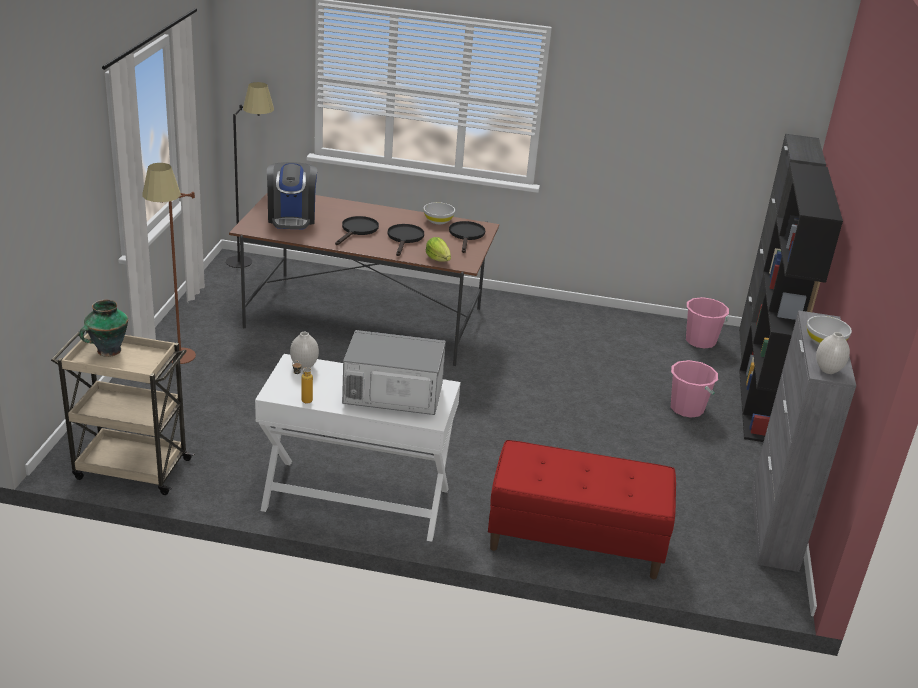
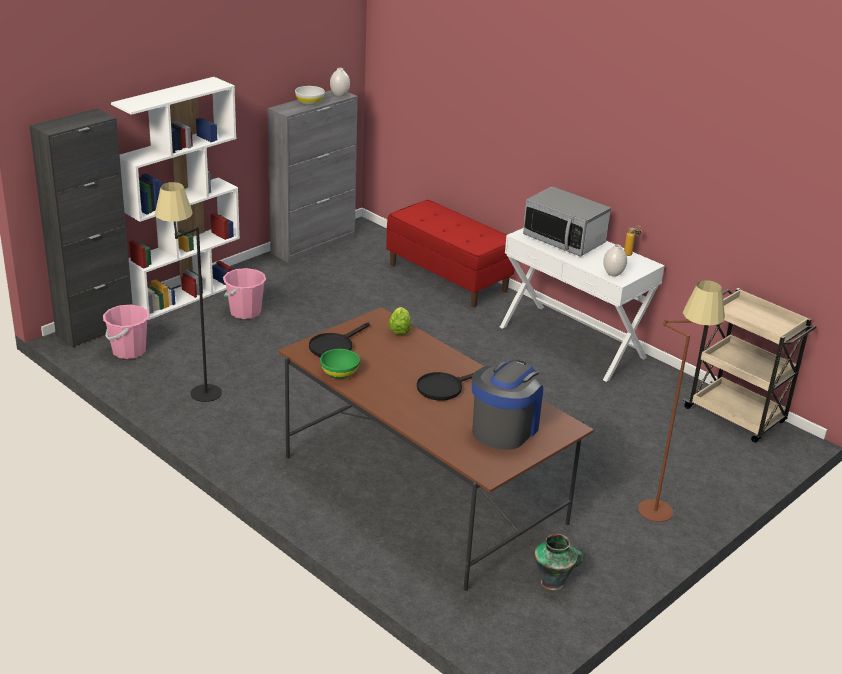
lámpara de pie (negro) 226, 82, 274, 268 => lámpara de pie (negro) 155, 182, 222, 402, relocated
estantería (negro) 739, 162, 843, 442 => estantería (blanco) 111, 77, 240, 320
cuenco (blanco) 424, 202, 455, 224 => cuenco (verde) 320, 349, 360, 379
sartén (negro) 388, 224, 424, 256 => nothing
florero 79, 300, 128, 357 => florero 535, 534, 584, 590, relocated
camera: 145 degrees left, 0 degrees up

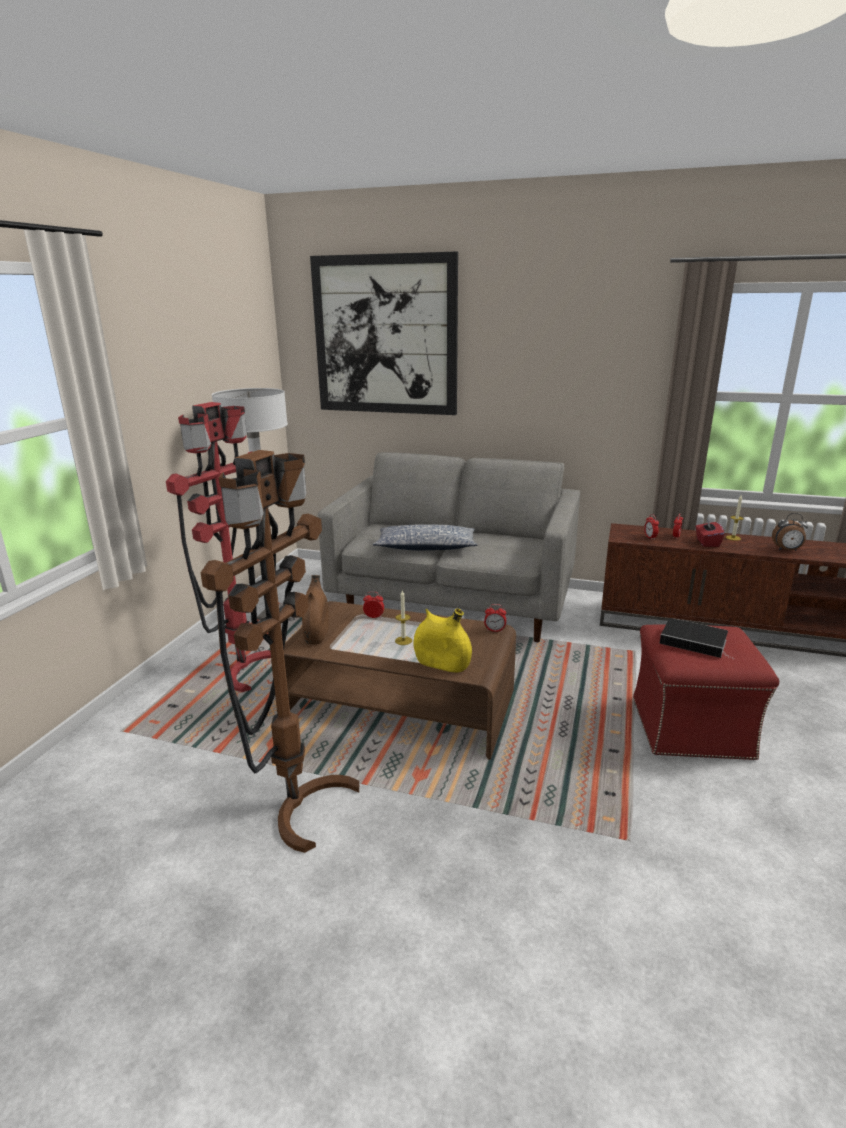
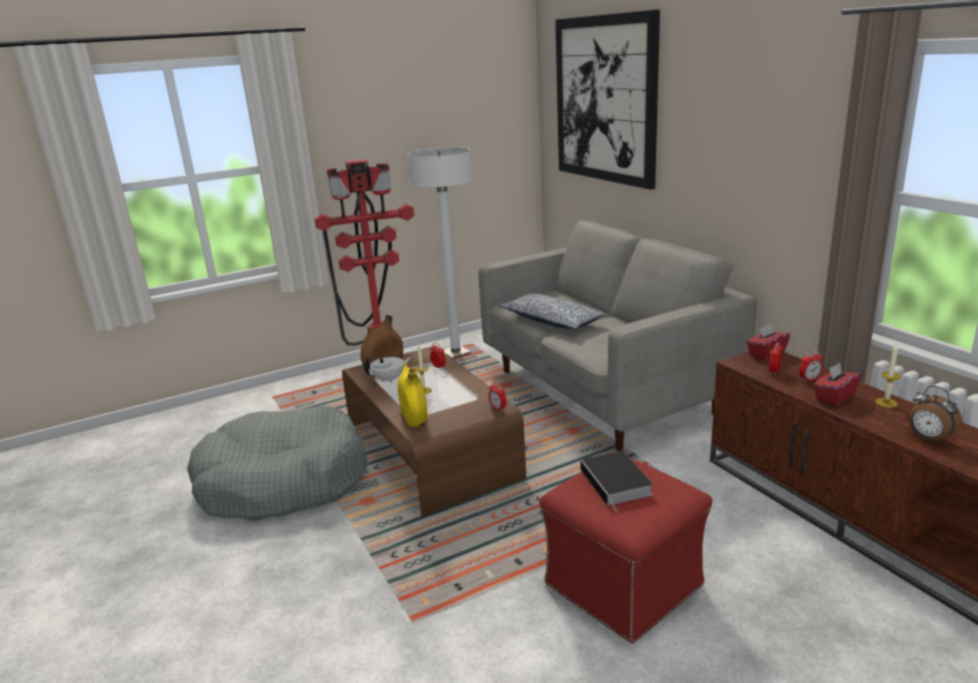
lámpara de pie (marrón) 200, 450, 359, 853 => cama para perro (gris) 187, 405, 367, 521
nothing => caja de pañuelos (rojo) 747, 323, 790, 360
nothing => tetera (blanco) 364, 357, 411, 383
camera: 45 degrees right, 0 degrees up

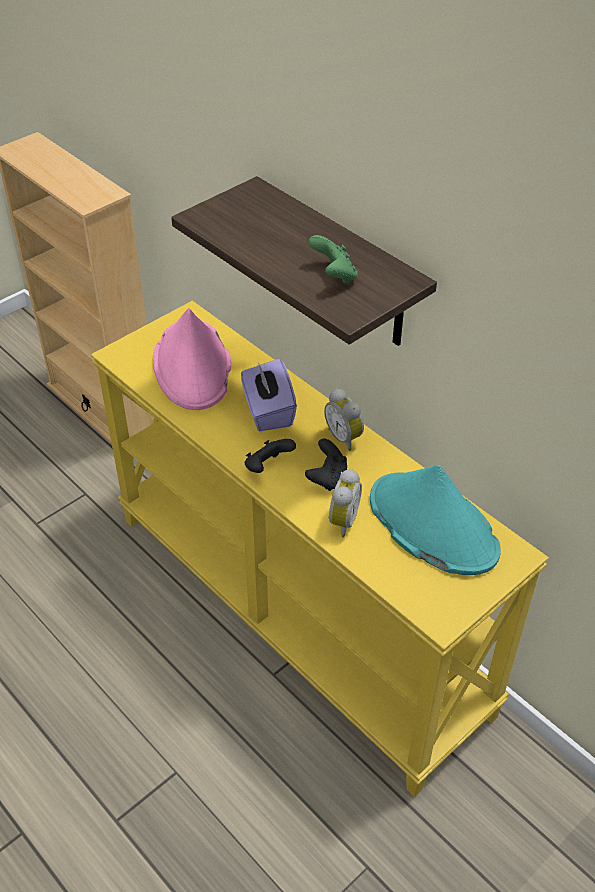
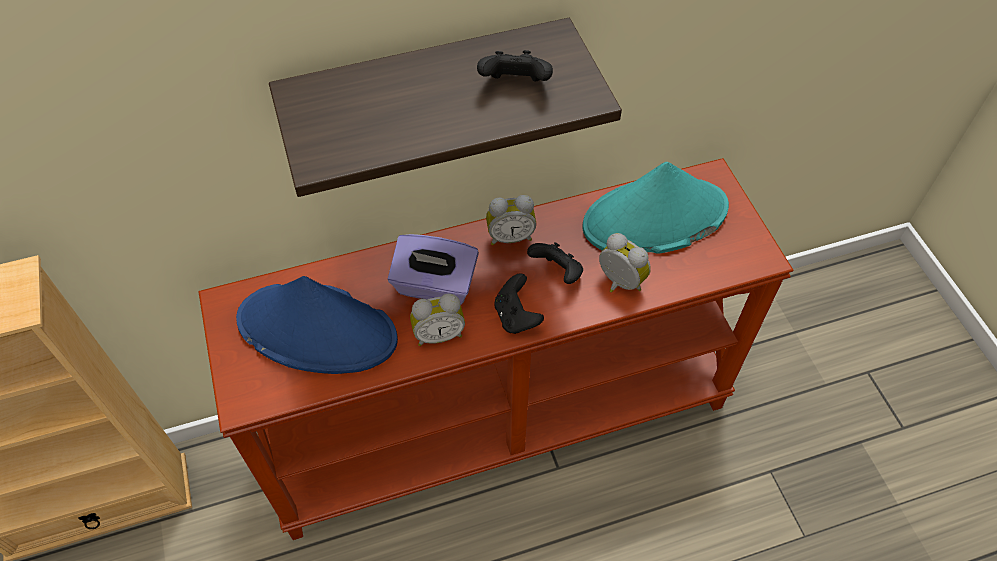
mando de consola (verde) 308, 235, 358, 284 => mando de consola (negro) 477, 50, 553, 82
mesa consola (amarillo) 91, 301, 549, 797 => mesa consola (marrón) 199, 158, 794, 540
sombrero (rosa) 153, 308, 231, 410 => sombrero (azul) 236, 276, 398, 374
nothing => despertador 410, 293, 465, 346
camera: 65 degrees left, 10 degrees up

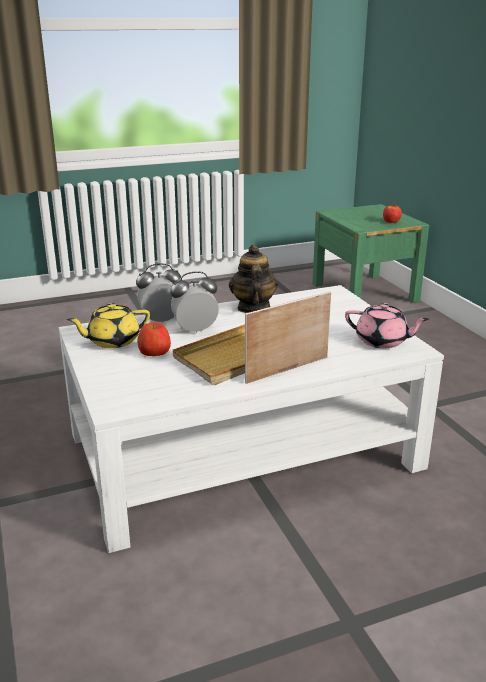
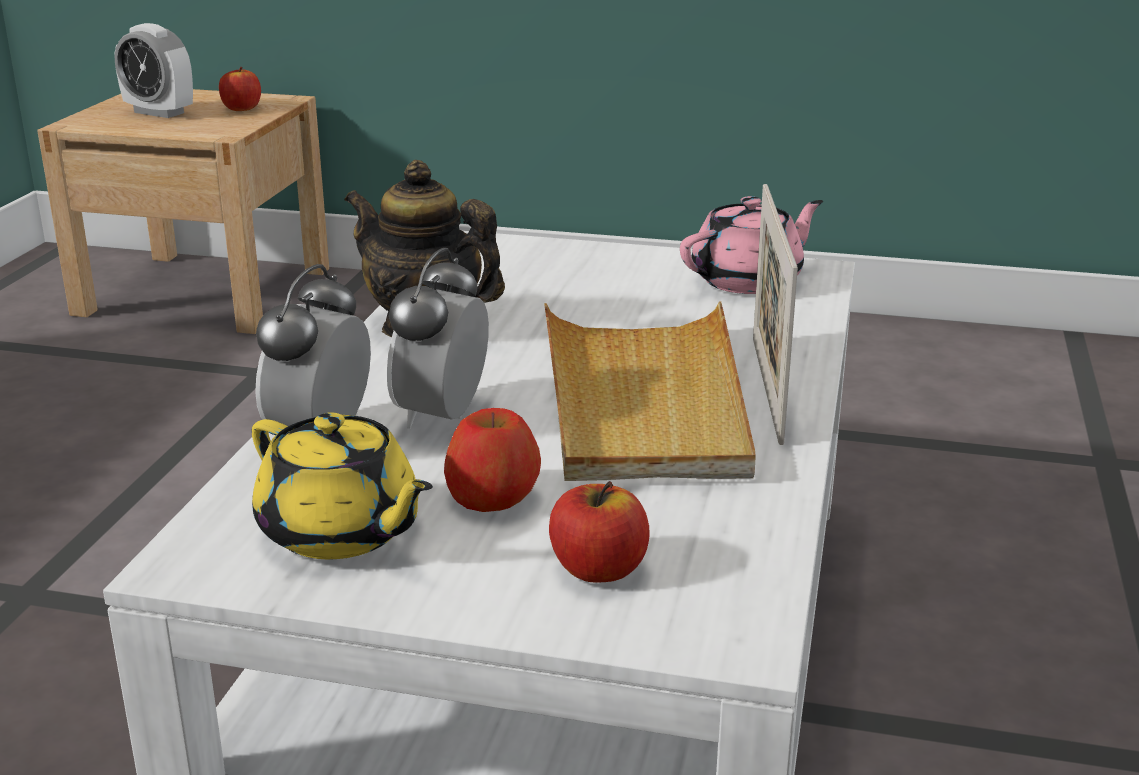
mesita de noche (verde) 313, 204, 429, 303 => mesita de noche (beis) 37, 89, 329, 334
tetera (amarillo) 67, 303, 150, 348 => tetera (amarillo) 252, 413, 433, 559, 60 degrees counterclockwise
nothing => despertador 114, 23, 193, 118
nothing => manzana 549, 481, 650, 583
camera: 55 degrees left, 0 degrees up

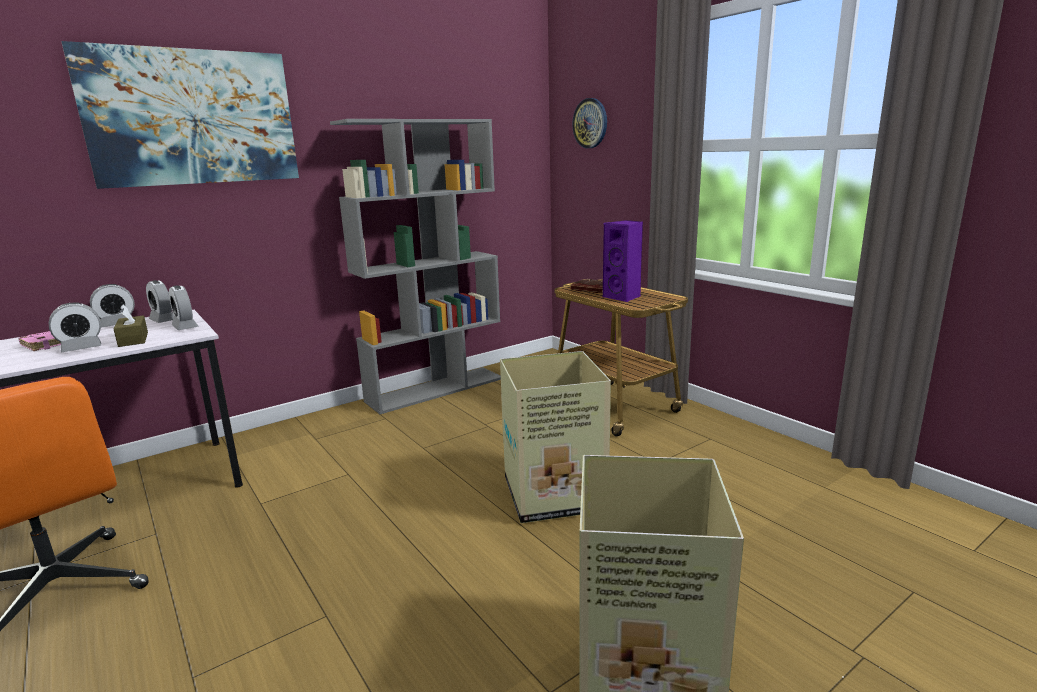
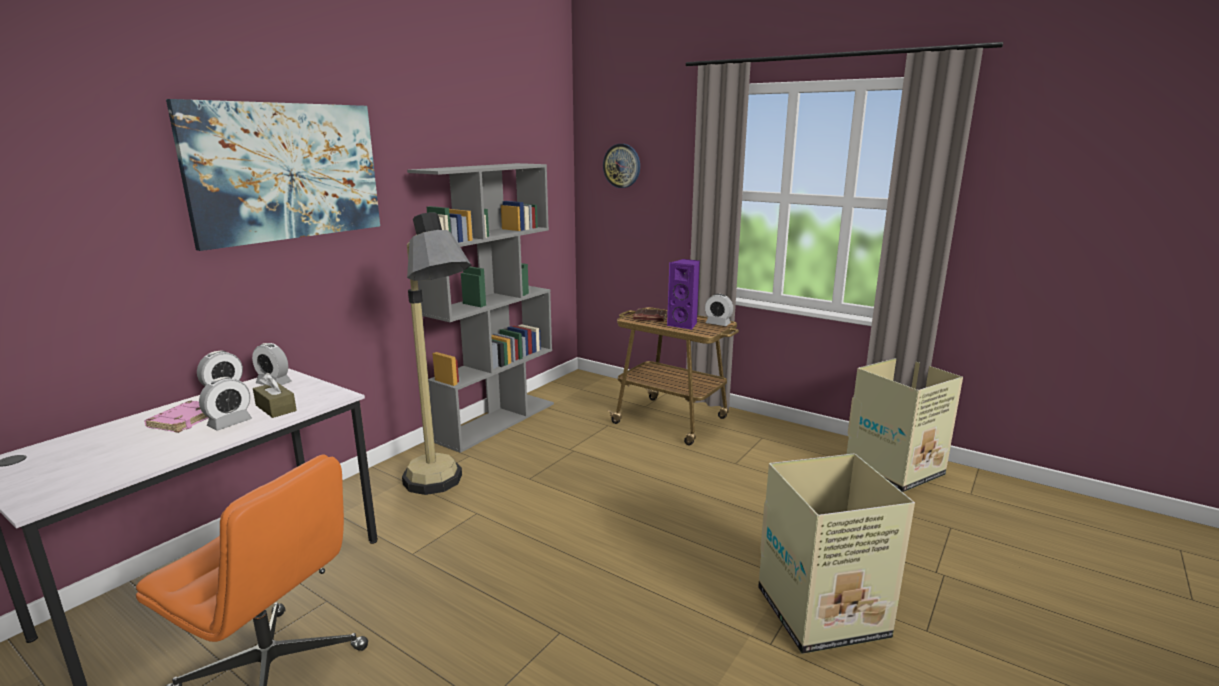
despertador 169, 285, 198, 330 => despertador 705, 294, 733, 326, relocated
caja de cartón 500, 351, 611, 523 => caja de cartón 847, 358, 963, 492, relocated
nothing => lámpara de pie 402, 212, 471, 495
camera: 20 degrees left, 0 degrees up

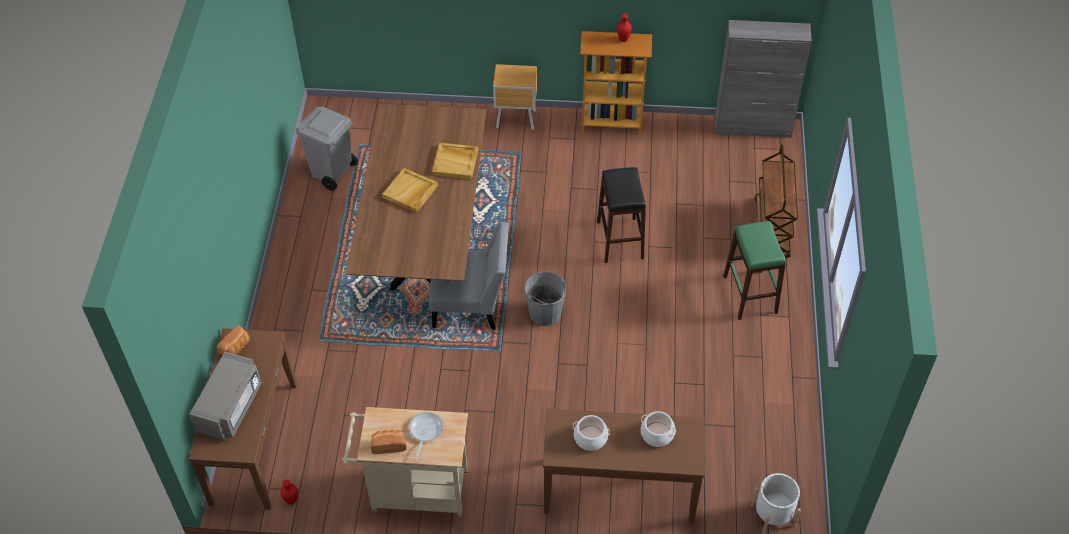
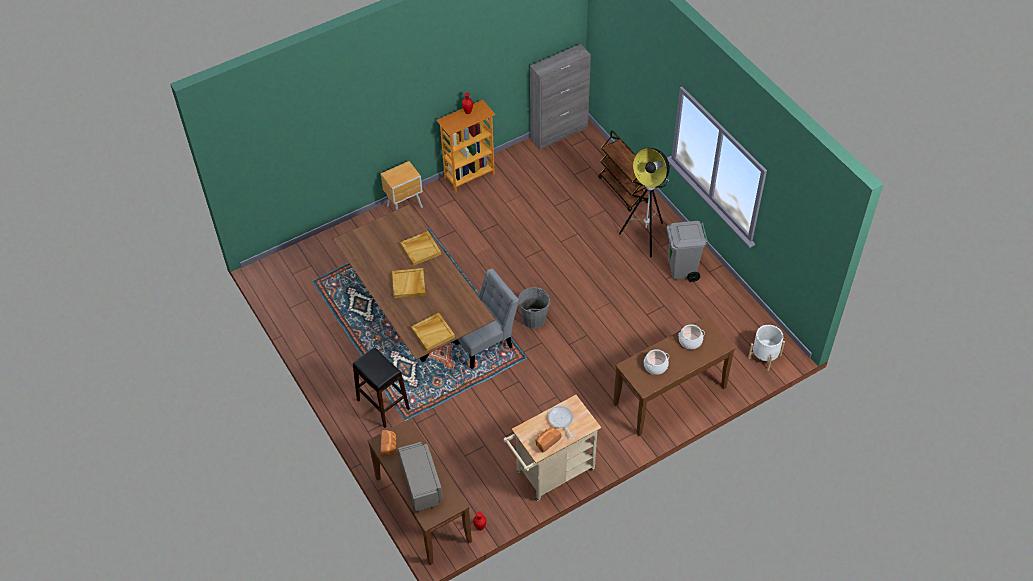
papelera (gris) 296, 107, 358, 191 => papelera (gris) 667, 221, 708, 282, relocated
taburete (negro) 597, 167, 646, 263 => taburete (negro) 353, 347, 410, 428, relocated
taburete (verde) 723, 221, 786, 320 => lámpara de pie 619, 148, 670, 257
nothing => bandeja (beis) 411, 313, 455, 351
camera: 35 degrees left, 0 degrees up

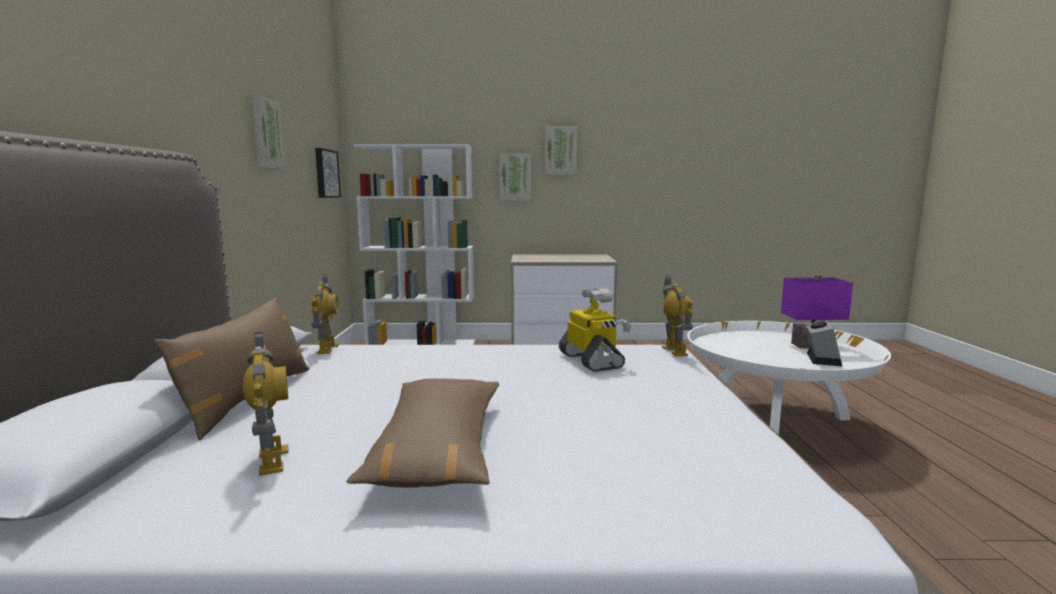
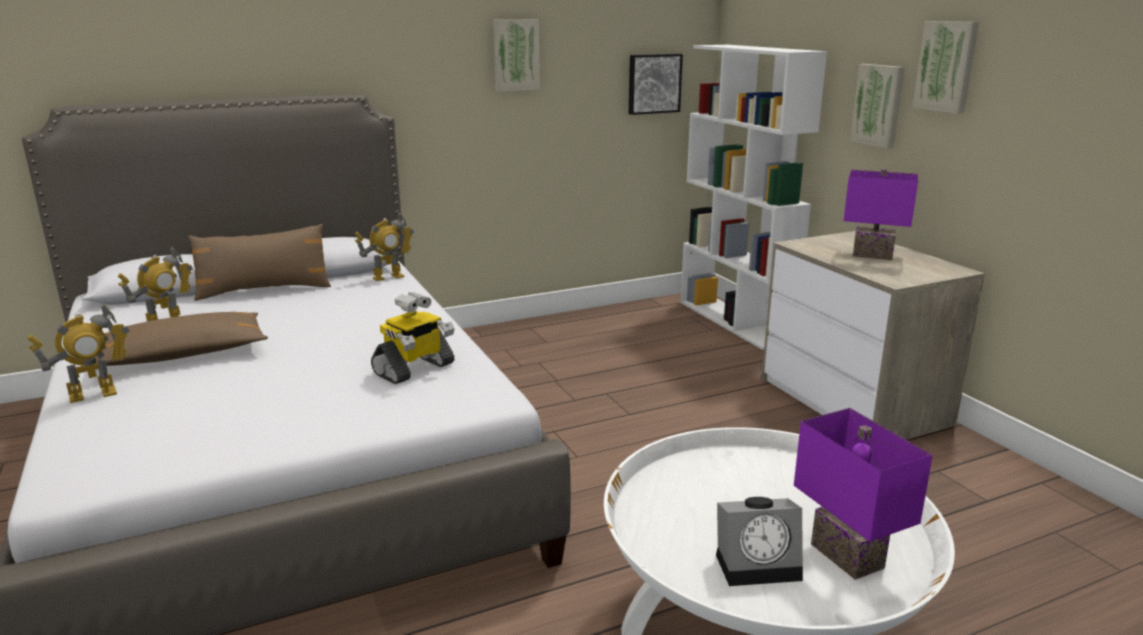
robot de juguete 662, 276, 693, 356 => robot de juguete 27, 303, 130, 403, relocated
nothing => lámpara de mesa (morado) 843, 168, 918, 260
camera: 65 degrees right, 10 degrees up

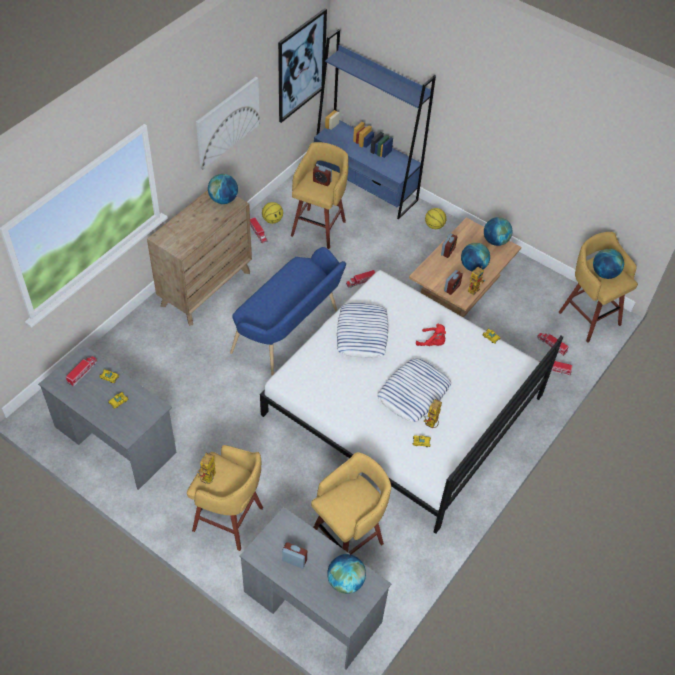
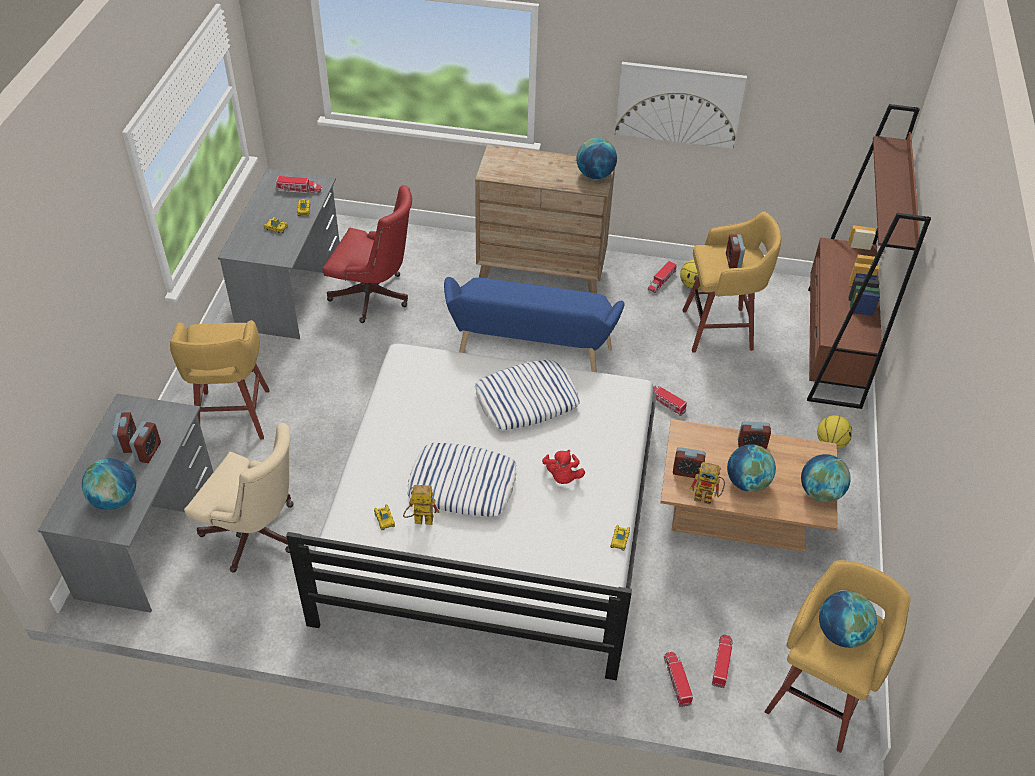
cuadro 278, 8, 327, 123 => nothing
estantería (azul) 314, 29, 436, 219 => estantería (marrón) 807, 104, 931, 409
taburete (amarillo) 311, 452, 391, 554 => silla de oficina (beis) 184, 423, 294, 572
robot de juguete 197, 453, 216, 484 => nothing
nothing => silla de oficina (rojo) 323, 185, 412, 323
nothing => despertador 129, 421, 161, 463
camera: 65 degrees right, 5 degrees down

